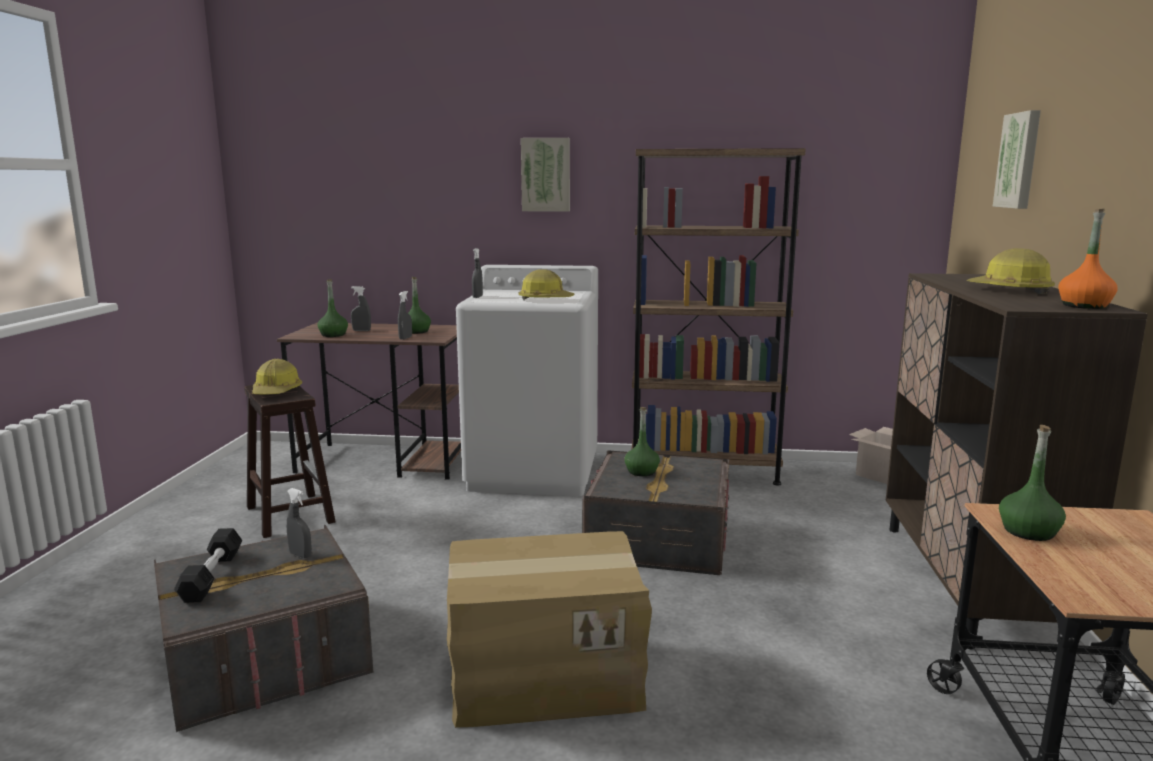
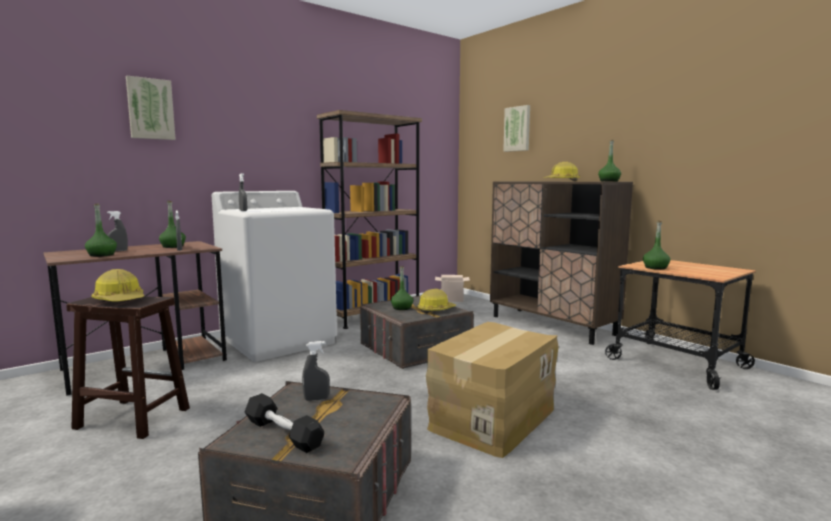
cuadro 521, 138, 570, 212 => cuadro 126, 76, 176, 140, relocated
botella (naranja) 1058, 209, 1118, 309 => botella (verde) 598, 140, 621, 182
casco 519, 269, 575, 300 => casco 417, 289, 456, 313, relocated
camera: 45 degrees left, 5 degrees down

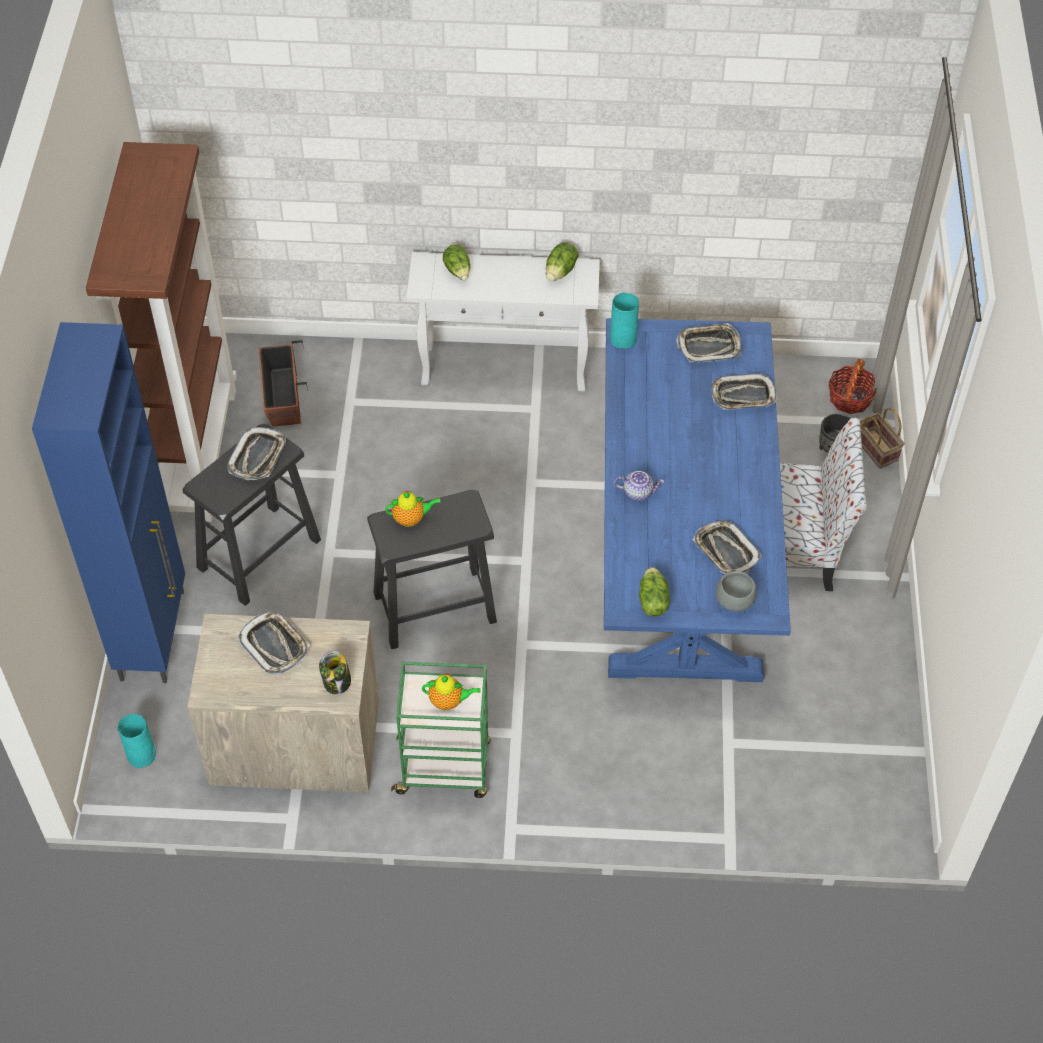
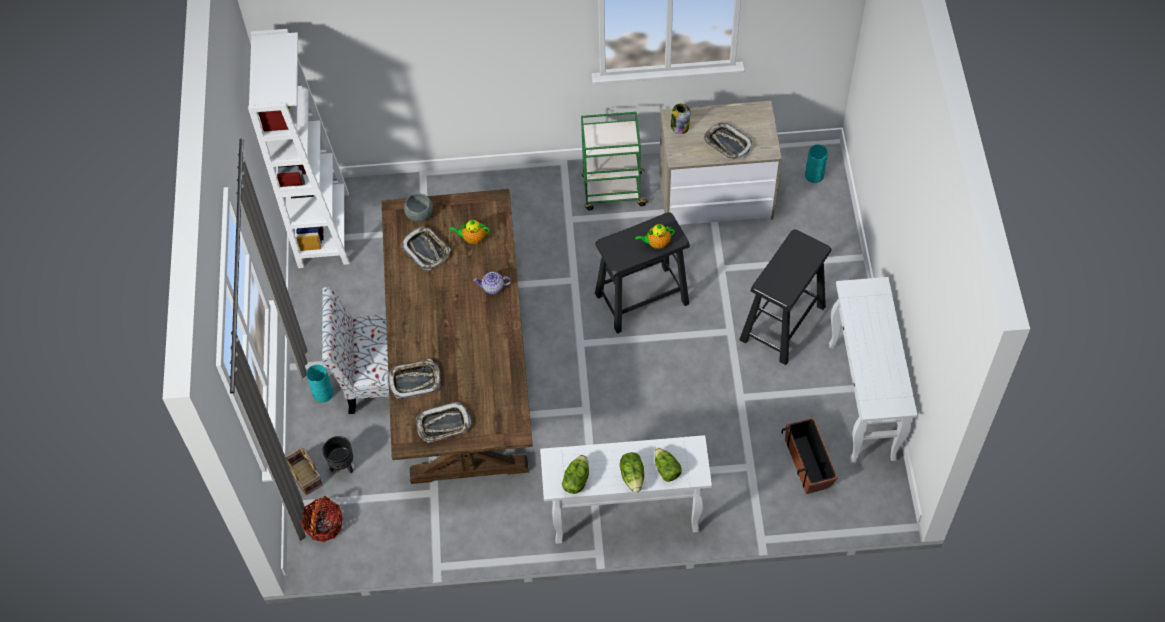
estantería (marrón) 86, 142, 237, 522 => mesa consola (blanco) 829, 277, 917, 464
florero (turquesa) 610, 293, 639, 349 => florero (turquesa) 306, 365, 333, 403, relocated
mesa de comedor (azul) 604, 318, 791, 682 => mesa de comedor (marrón) 381, 189, 533, 484
armario (azul) 32, 322, 185, 683 => nothing
bandeja 227, 427, 286, 480 => nothing
lechuga 639, 567, 670, 616 => lechuga 620, 452, 644, 493, relocated
tetera 422, 673, 481, 710 => tetera 449, 220, 490, 244, relocated
nothing => estantería (blanco) 248, 29, 349, 268
camera: 175 degrees right, 5 degrees up

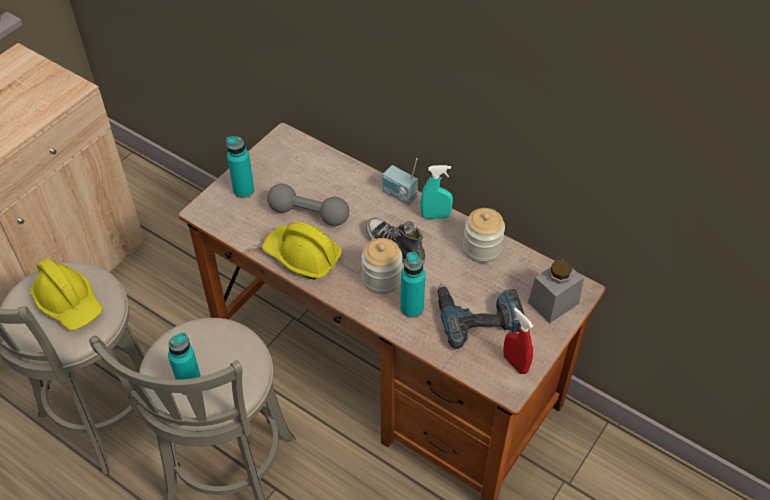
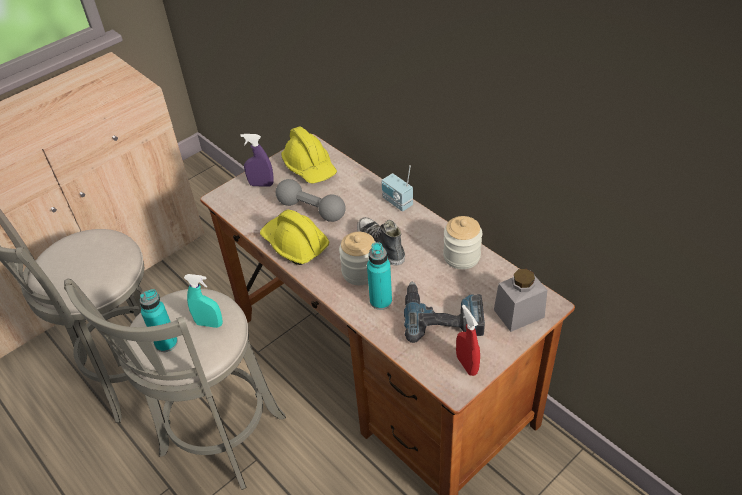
botella (turquesa) 226, 136, 254, 198 => pulverizador (morado) 240, 134, 274, 186
pulverizador (turquesa) 420, 165, 453, 219 => pulverizador (turquesa) 184, 274, 223, 328, relocated
casco (amarillo) 30, 258, 103, 330 => casco (amarillo) 281, 126, 337, 183, relocated
camera: 15 degrees right, 5 degrees down

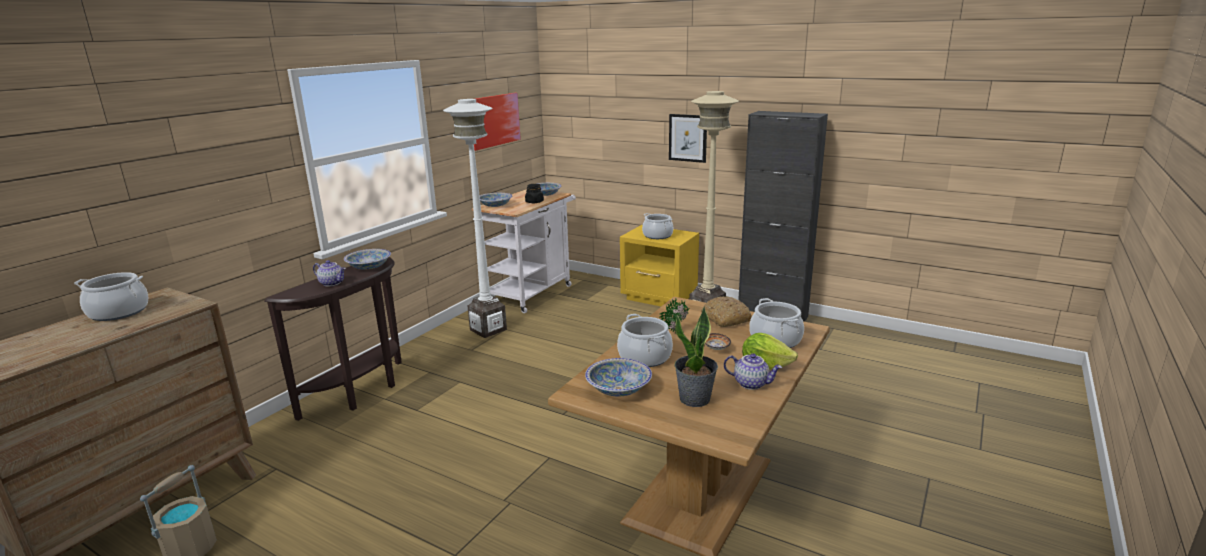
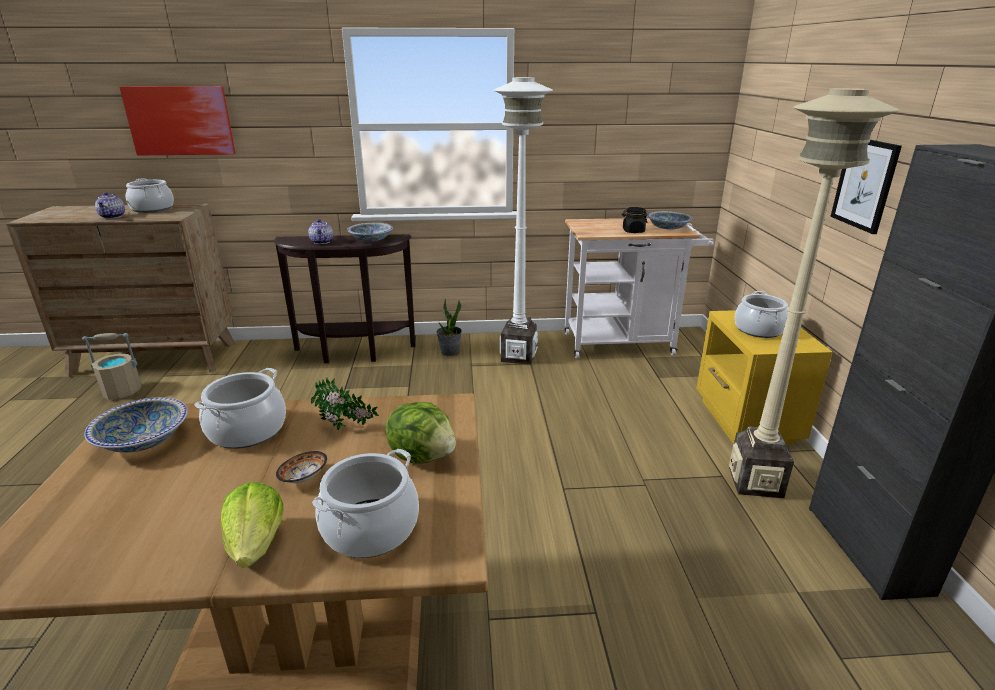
cuadro 474, 93, 521, 151 => cuadro 119, 86, 236, 156, relocated
cuenco 480, 193, 512, 207 => nothing
pan 701, 296, 752, 327 => lechuga 386, 402, 456, 463
planta en maceta 674, 306, 718, 407 => planta en maceta 436, 299, 462, 356, relocated
tetera 724, 353, 782, 390 => tetera 95, 192, 125, 219, relocated
camera: 55 degrees right, 5 degrees up

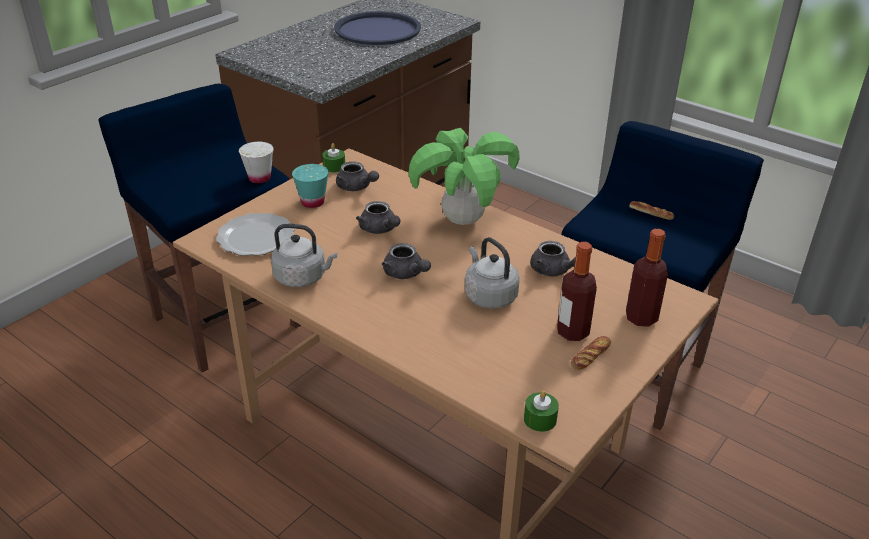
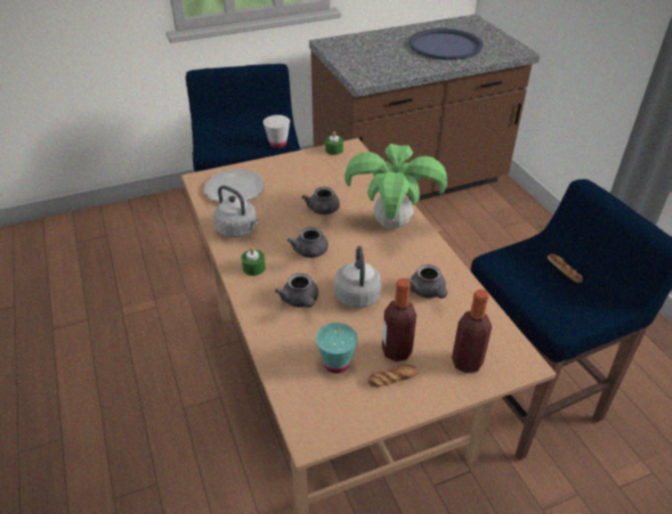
tetera (gris) 336, 161, 379, 191 => tetera (gris) 275, 273, 319, 308, relocated
taza (turquesa) 292, 164, 329, 208 => taza (turquesa) 316, 323, 358, 374, relocated
vela (verde) 524, 391, 559, 432 => vela (verde) 241, 247, 266, 276, relocated
camera: 30 degrees right, 5 degrees up

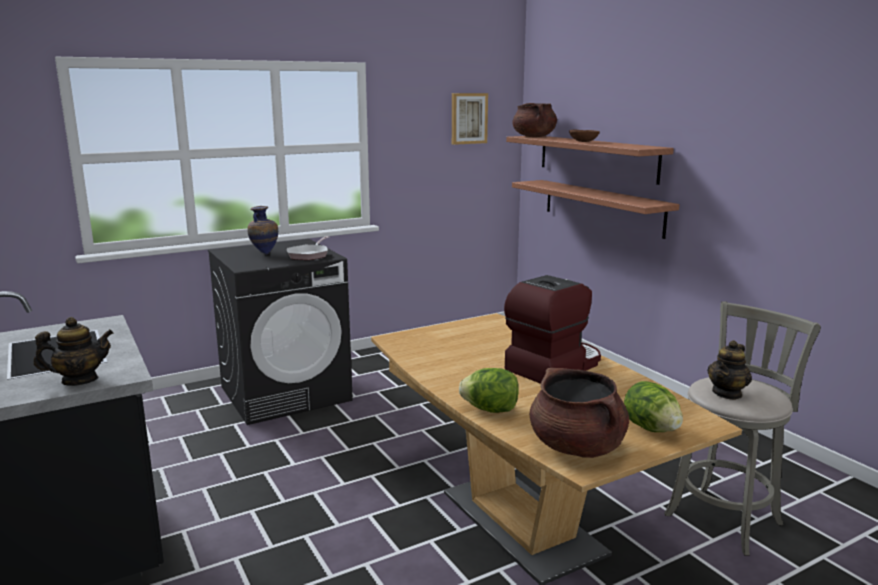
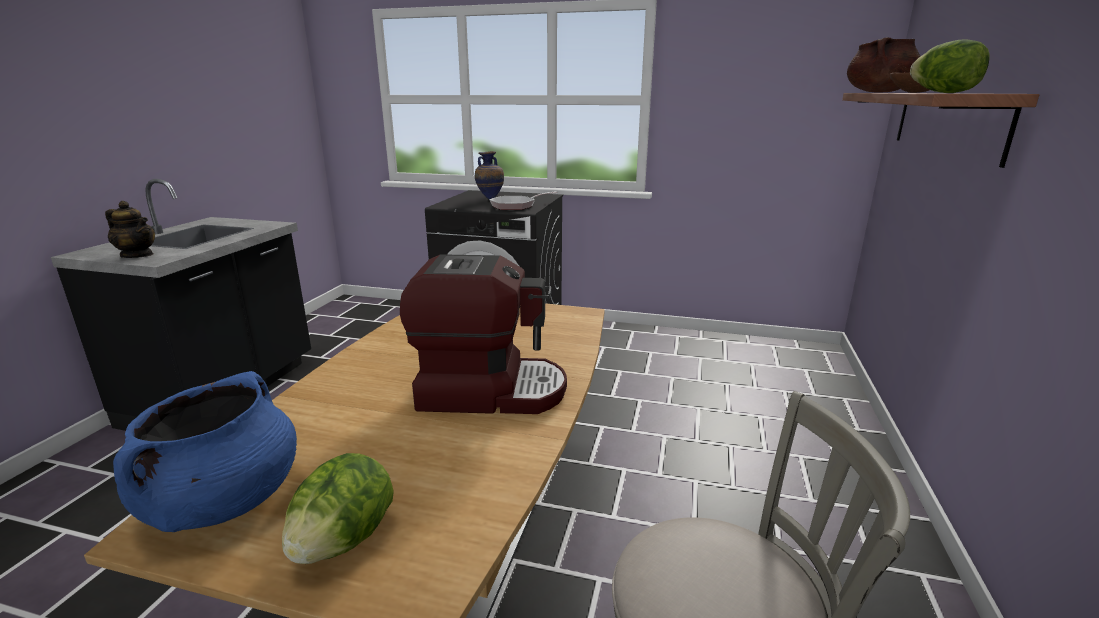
cuadro 452, 93, 488, 145 => nothing
estante 512, 180, 680, 239 => nothing
tetera 707, 340, 752, 400 => nothing
lechuga 459, 368, 519, 413 => lechuga 910, 39, 989, 93, relocated
olla (marrón) 530, 368, 629, 458 => olla (azul) 113, 371, 297, 532
camera: 45 degrees right, 5 degrees up

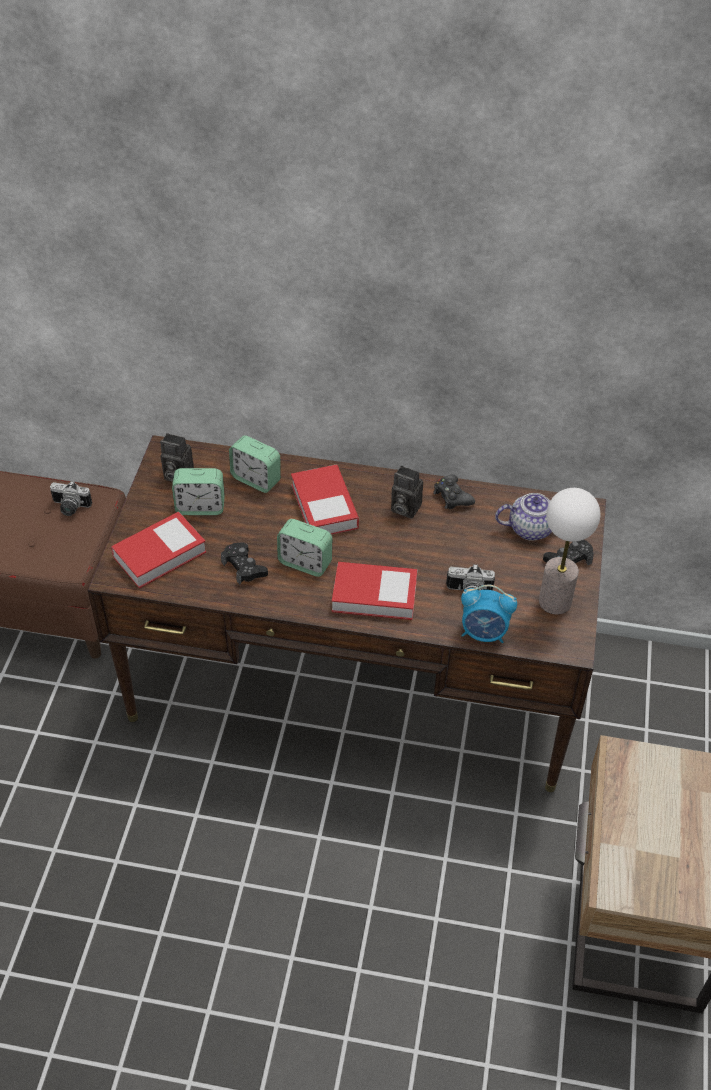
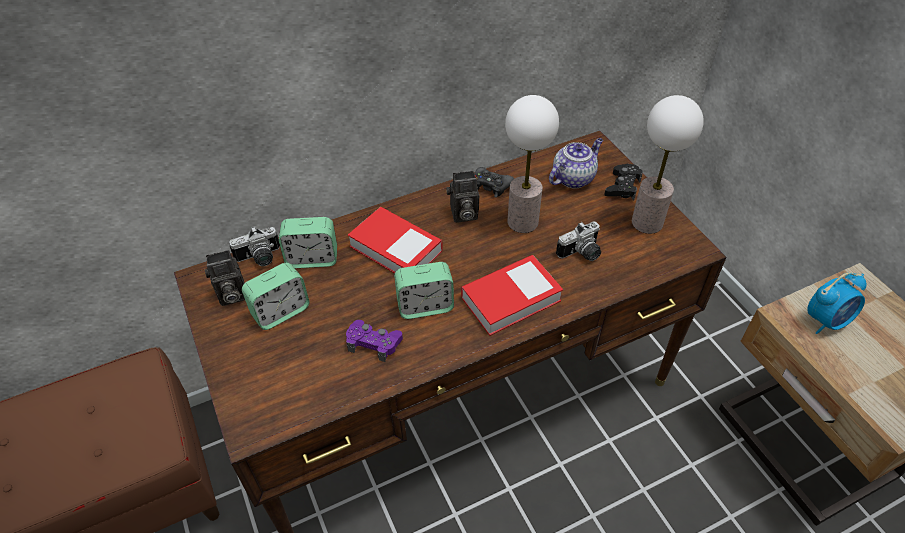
cámara 50, 481, 92, 516 => cámara 229, 227, 280, 266, relocated
libro 111, 512, 207, 589 => nothing
mando de consola (negro) 221, 542, 268, 585 => mando de consola (morado) 346, 320, 403, 362
despertador 461, 585, 517, 643 => despertador 807, 272, 866, 334, relocated
nothing => lámpara de mesa 505, 95, 559, 233
camera: 35 degrees left, 0 degrees up

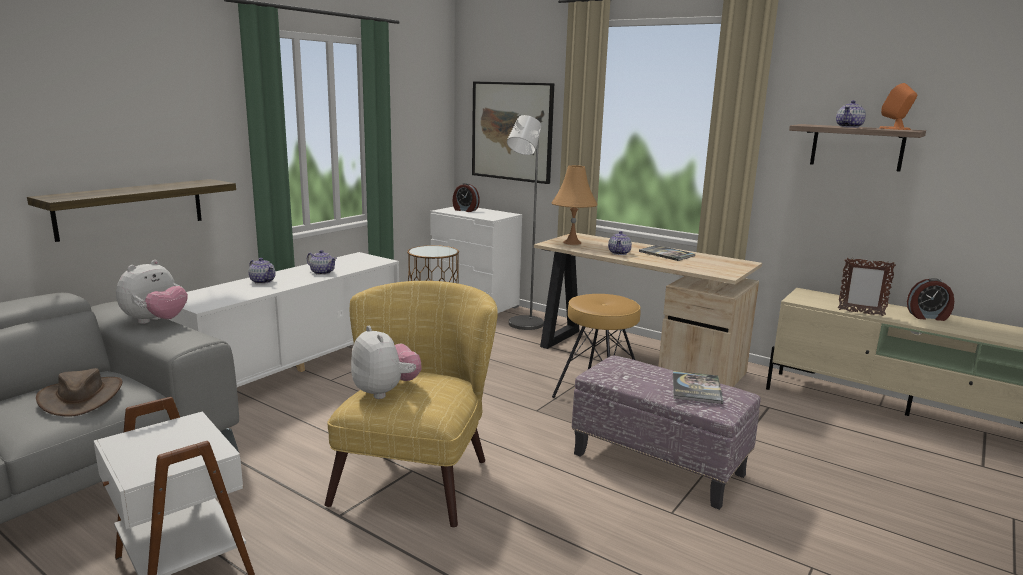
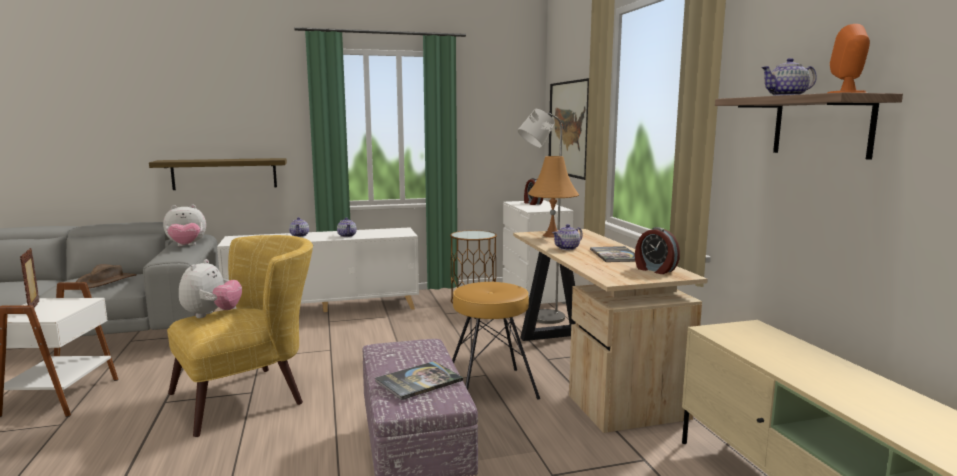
portarretratos 838, 258, 896, 316 => portarretratos 20, 248, 39, 308, relocated
despertador 907, 278, 954, 321 => despertador 635, 227, 680, 274, relocated
camera: 40 degrees right, 5 degrees down

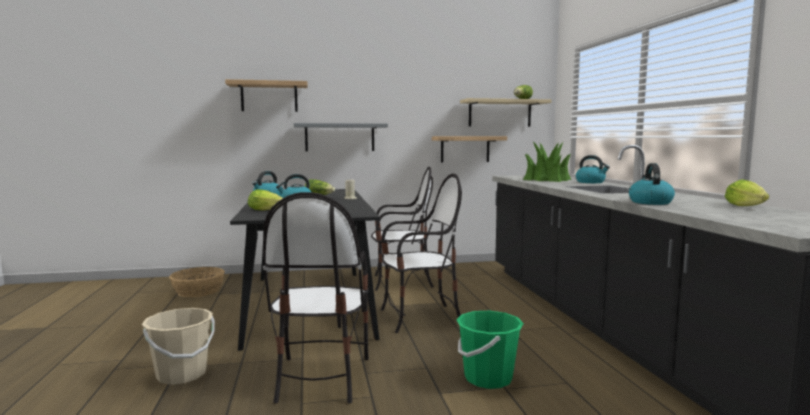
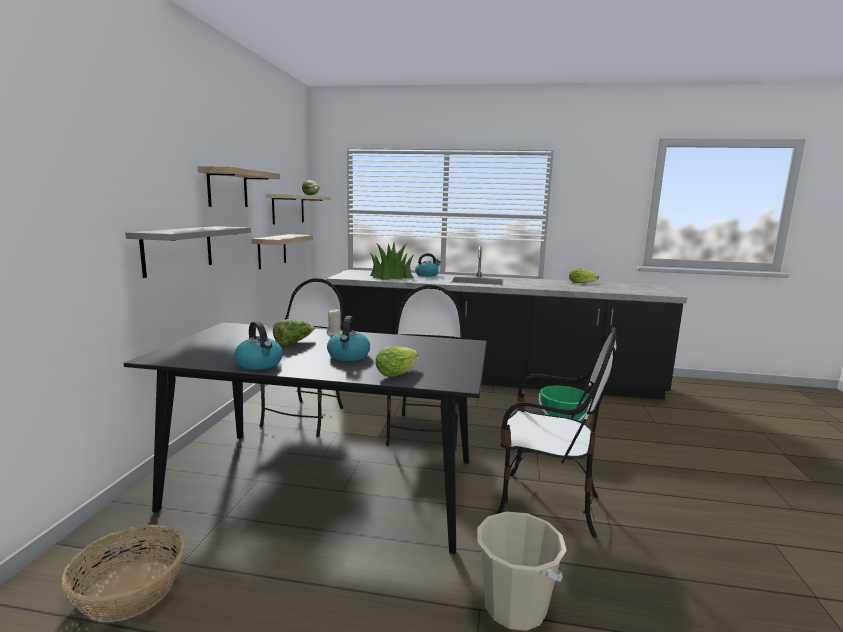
estante 225, 79, 308, 112 => estante 197, 166, 280, 207, relocated
hervidor 629, 163, 675, 205 => nothing
camera: 70 degrees left, 5 degrees up

